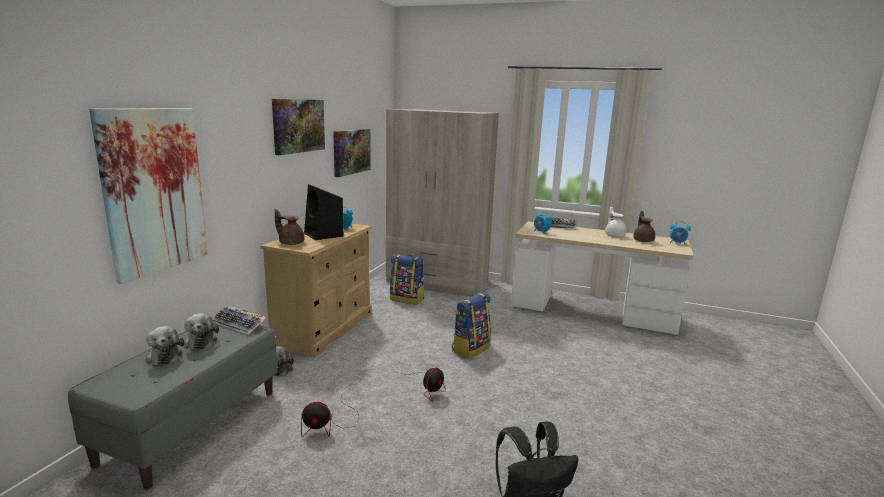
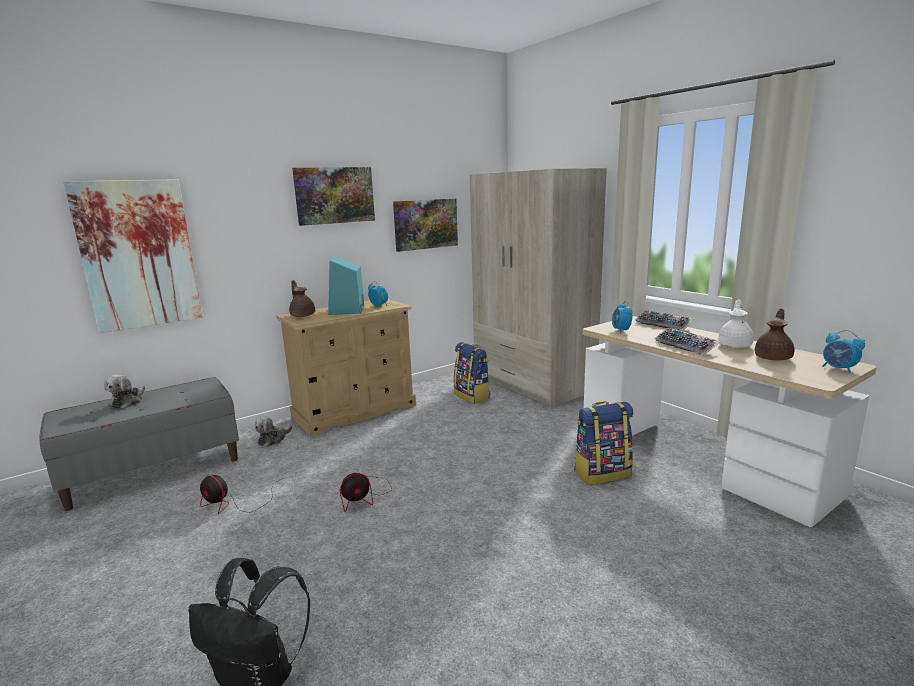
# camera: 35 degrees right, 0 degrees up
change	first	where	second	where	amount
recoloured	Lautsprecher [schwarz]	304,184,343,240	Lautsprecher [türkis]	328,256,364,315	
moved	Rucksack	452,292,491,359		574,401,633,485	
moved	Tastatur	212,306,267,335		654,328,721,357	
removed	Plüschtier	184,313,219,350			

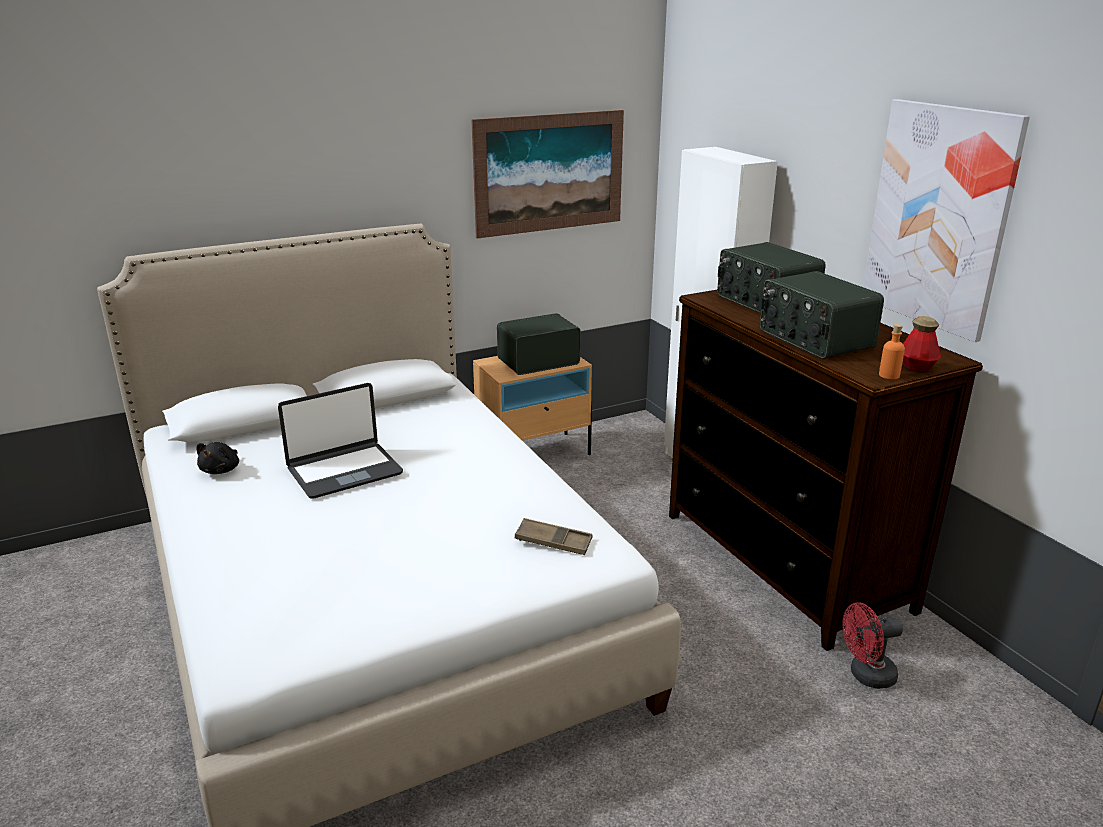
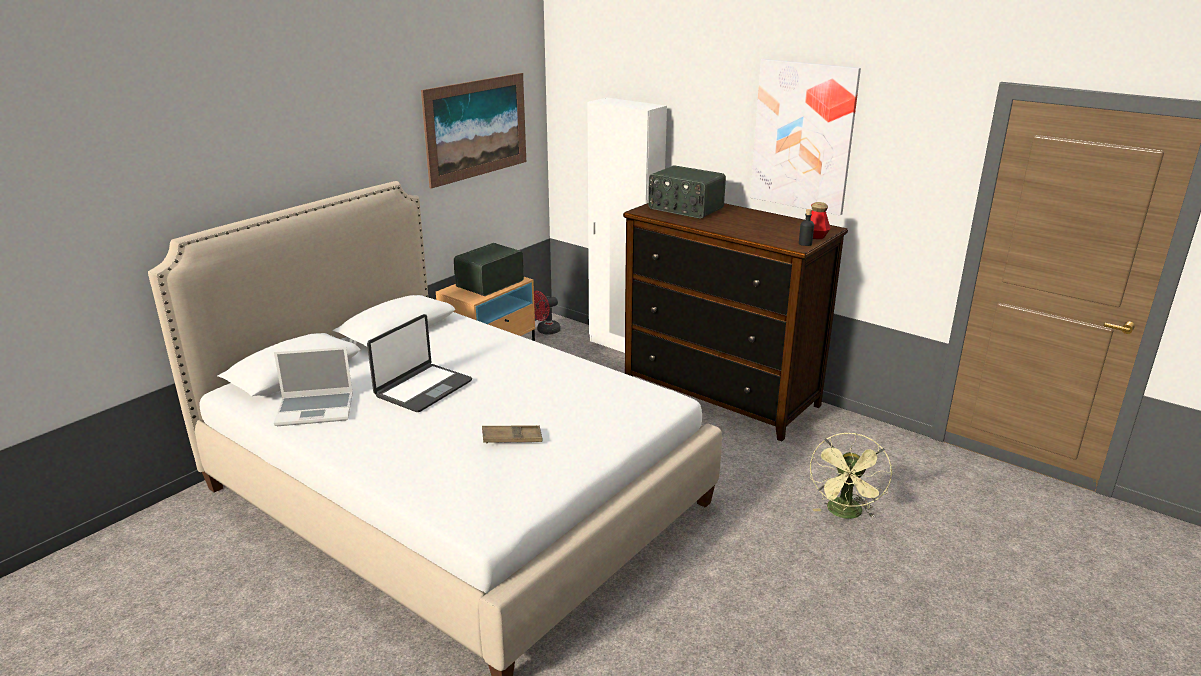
# camera: 25 degrees left, 0 degrees up
change	first	where	second	where	amount
removed	Radio	760,271,884,359			
recoloured	Flasche [orange]	879,324,905,379	Flasche [schwarz]	799,209,814,246	
replaced	Plüschtier [schwarz]	197,442,239,474	Laptop	274,347,353,426	
moved	Tablett [braun]	515,518,592,555		482,425,542,443	
moved	Ventilator [rot]	842,602,903,689		534,291,561,335	
added			Ventilator [grün]	810,433,892,519	

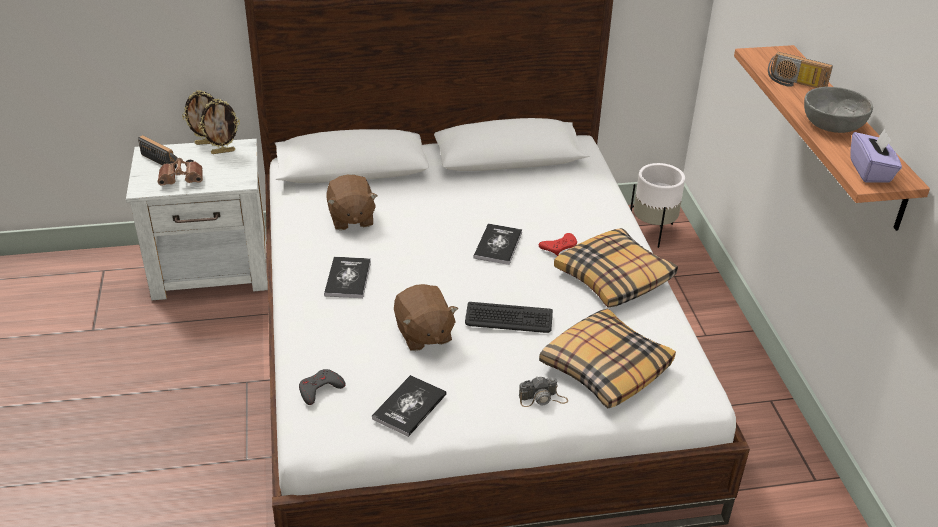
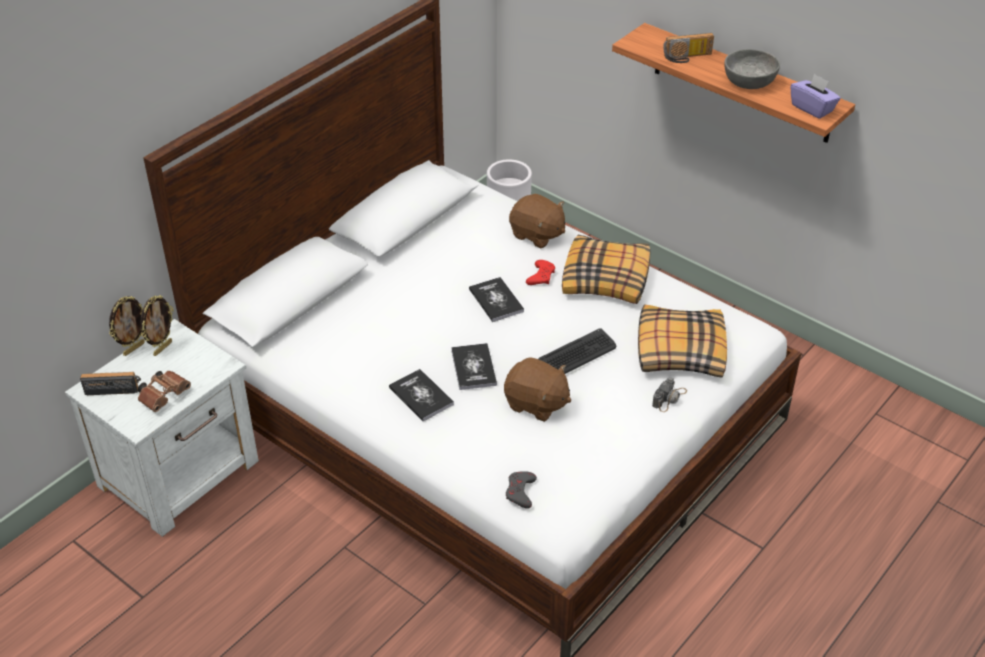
# camera: 40 degrees left, 5 degrees up
change	first	where	second	where	amount
moved	Plüschtier [braun]	326,175,378,230		509,194,565,248	
moved	Buch	372,375,447,437		451,343,497,390	

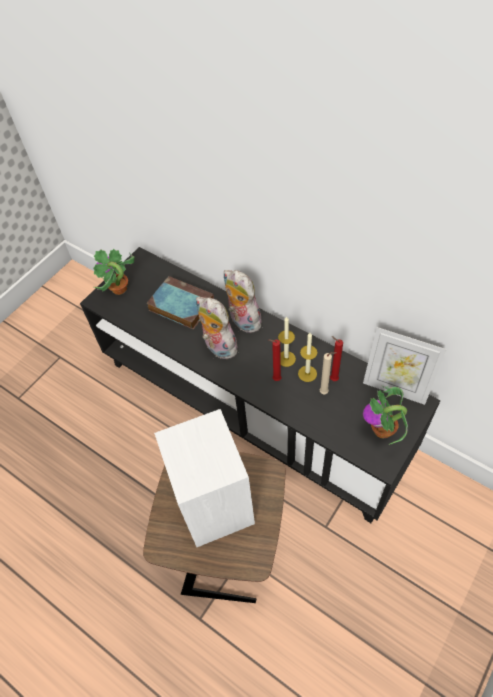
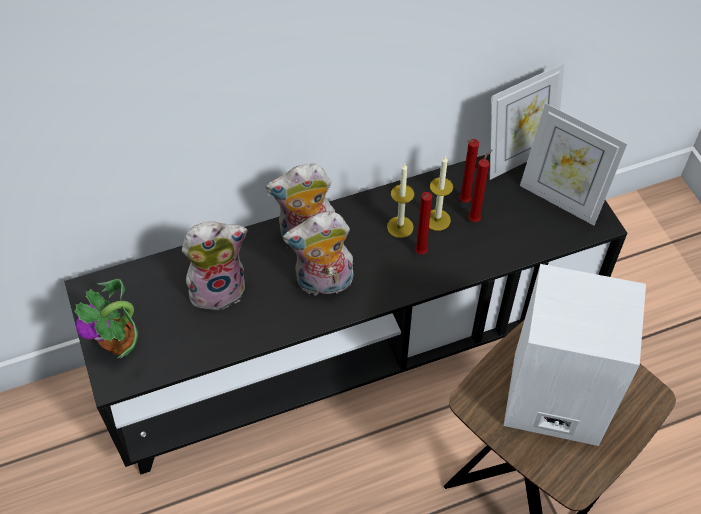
# camera: 60 degrees left, 0 degrees up
change	first	where	second	where	amount
replaced	Buch	147,276,214,330	Plüschtier	182,221,248,311	
recoloured	Kerze [beige]	320,352,337,394	Kerze [rot]	469,149,493,222	
replaced	Topfpflanze	363,386,408,445	Bilderrahmen	520,103,627,225	

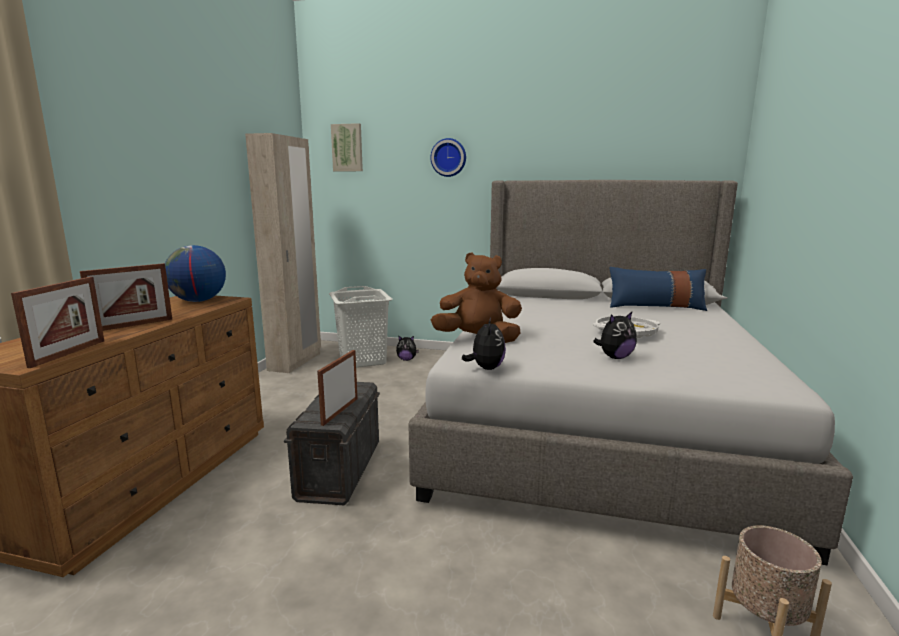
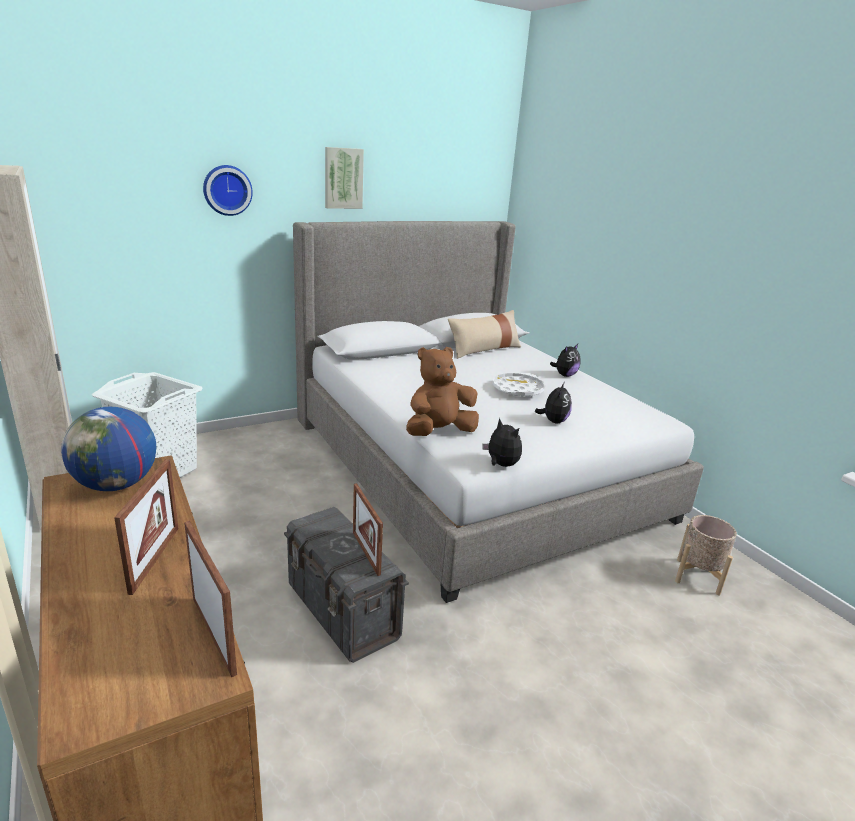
# camera: 45 degrees left, 10 degrees up
change	first	where	second	where	amount
moved	Bild	331,123,363,171		325,147,364,209	
recoloured	Kissen [blau]	610,267,707,311	Kissen [beige]	448,310,521,359	
moved	Plüschtier	396,336,419,361		550,344,581,377	

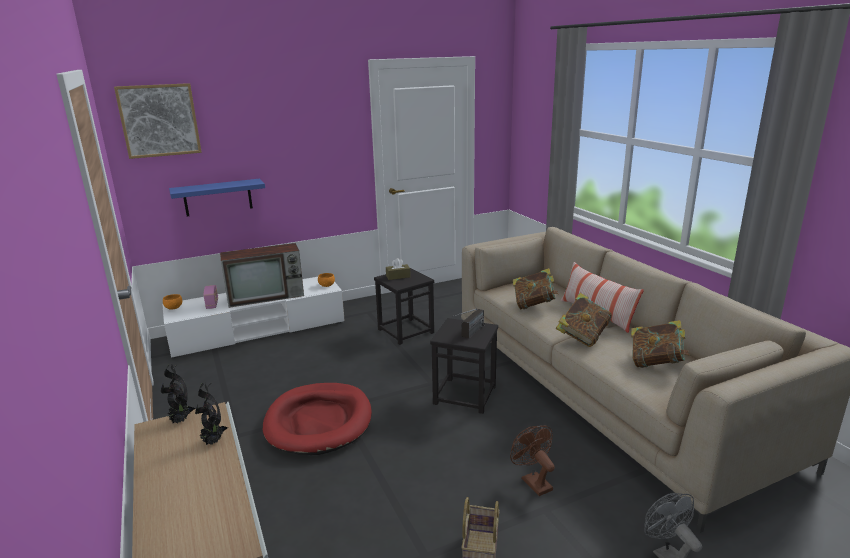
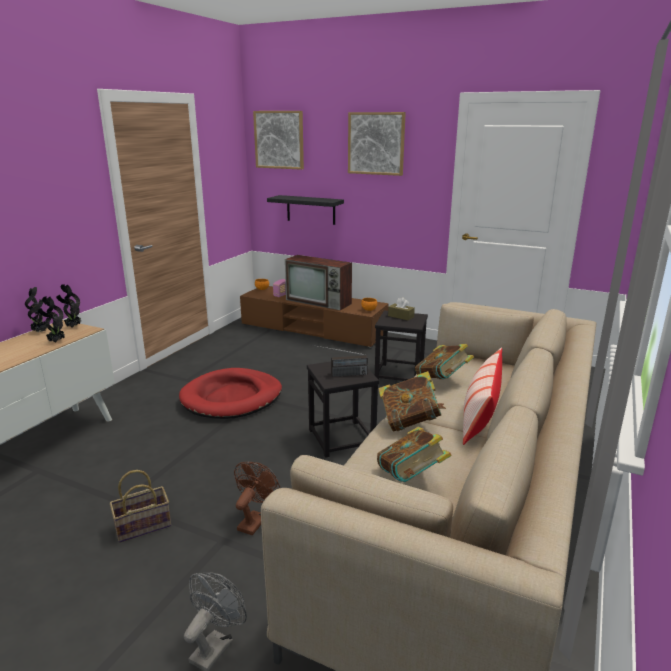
# camera: 50 degrees right, 0 degrees up
change	first	where	second	where	amount
recoloured	Wandregal [blau]	169,179,265,217	Wandregal [schwarz]	267,195,344,225	
recoloured	Fernsehschrank [weiß]	162,277,345,359	Fernsehschrank [braun]	240,286,389,348	
added			Bild	348,112,406,176	
added			Topfpflanze	25,287,47,332	

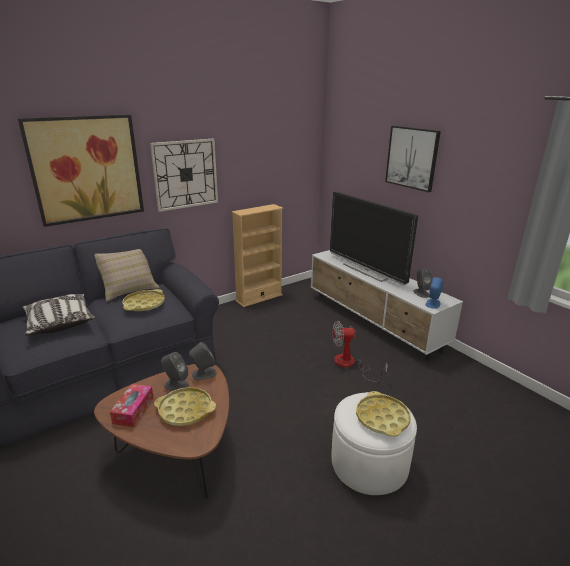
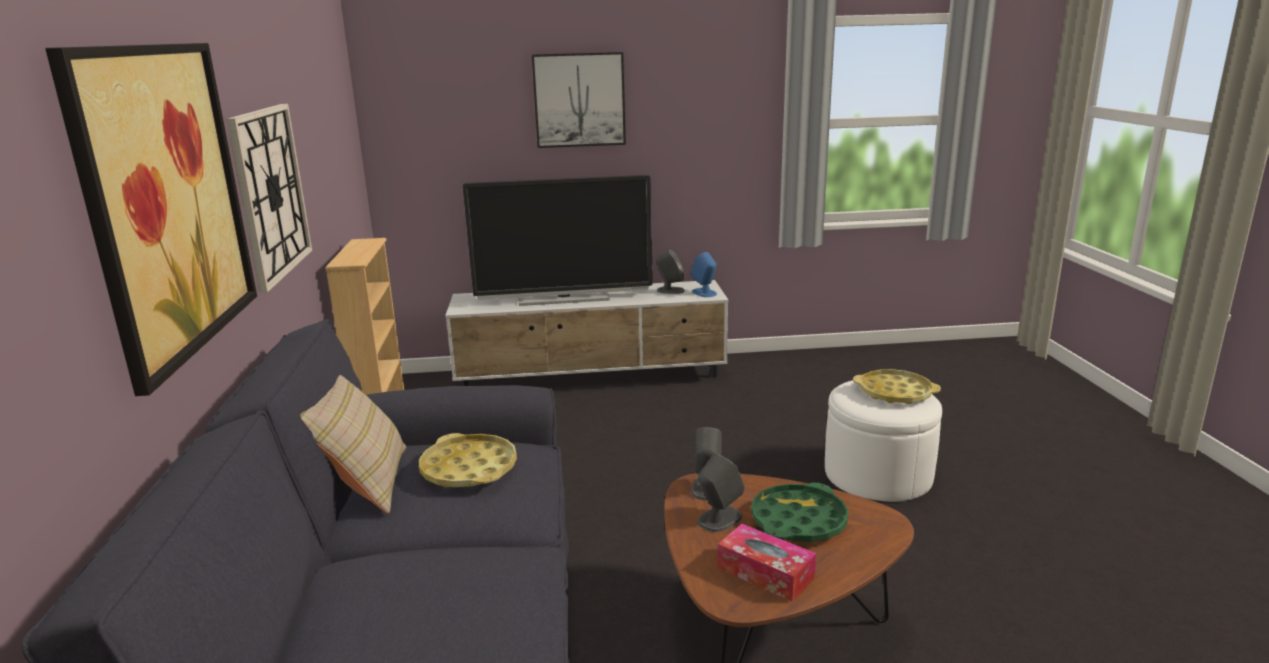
# camera: 60 degrees left, 5 degrees down
change	first	where	second	where	amount
removed	Kissen	22,294,95,336			
removed	Ventilator	333,321,388,382			
recoloured	Tablett [gelb]	154,387,216,426	Tablett [grün]	751,483,848,542	

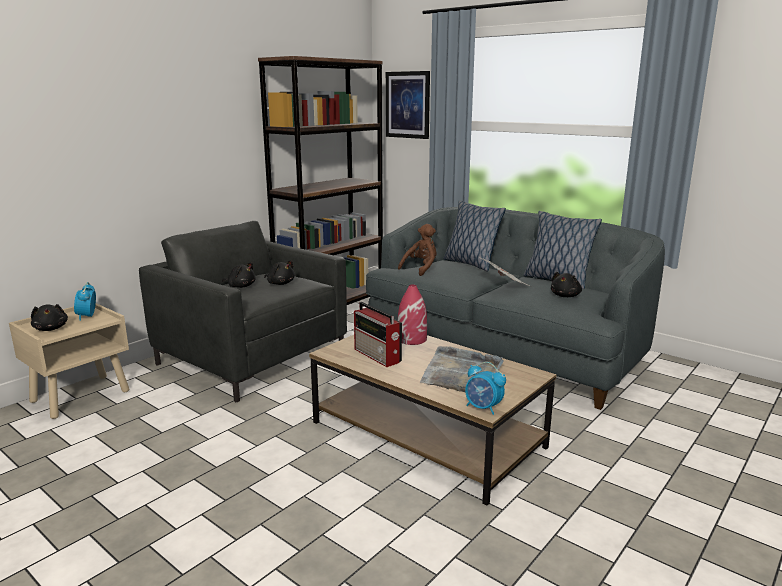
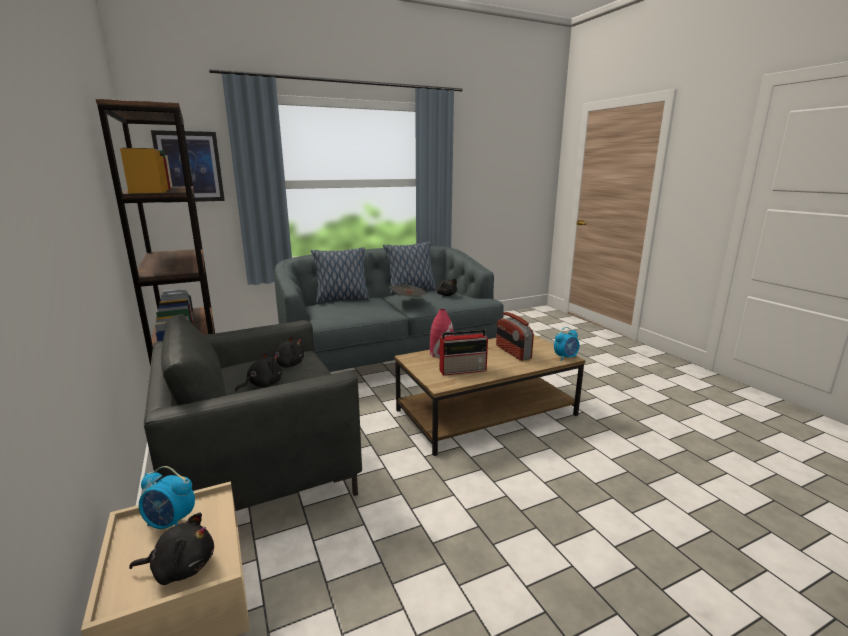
# camera: 65 degrees left, 0 degrees up
change	first	where	second	where	amount
removed	Plüschtier [braun]	398,224,436,276			
replaced	Tablett [grau]	420,346,504,392	Radio	496,312,534,361	

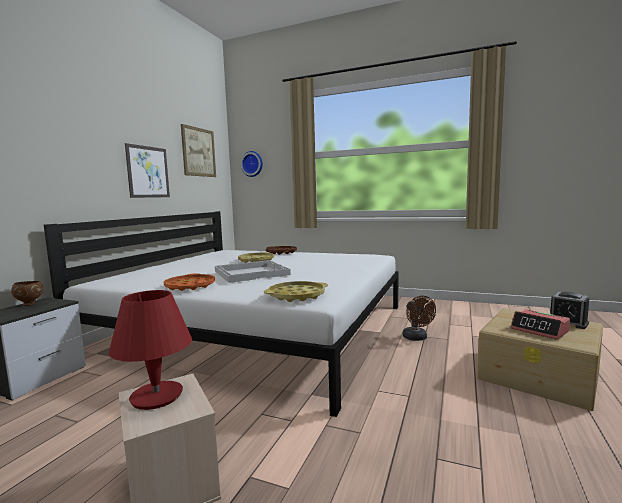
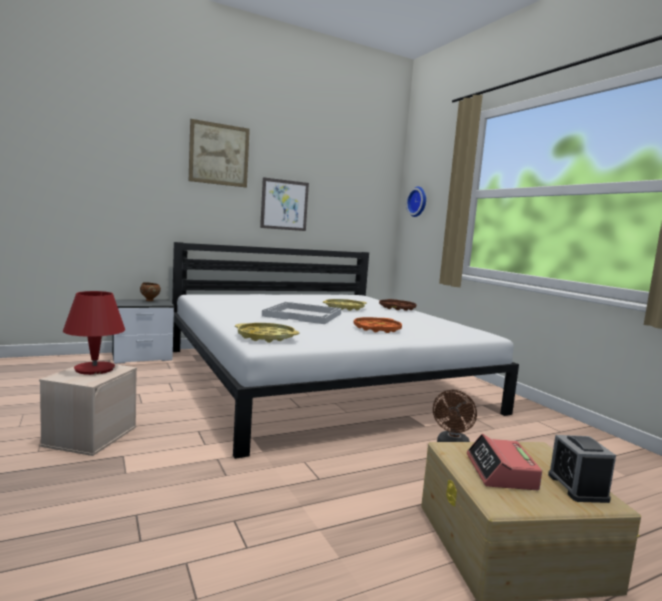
# camera: 40 degrees right, 0 degrees up
change	first	where	second	where	amount
moved	Bild	181,124,216,177		189,119,250,188	
moved	Tablett [orange]	164,273,215,291		354,317,402,333	

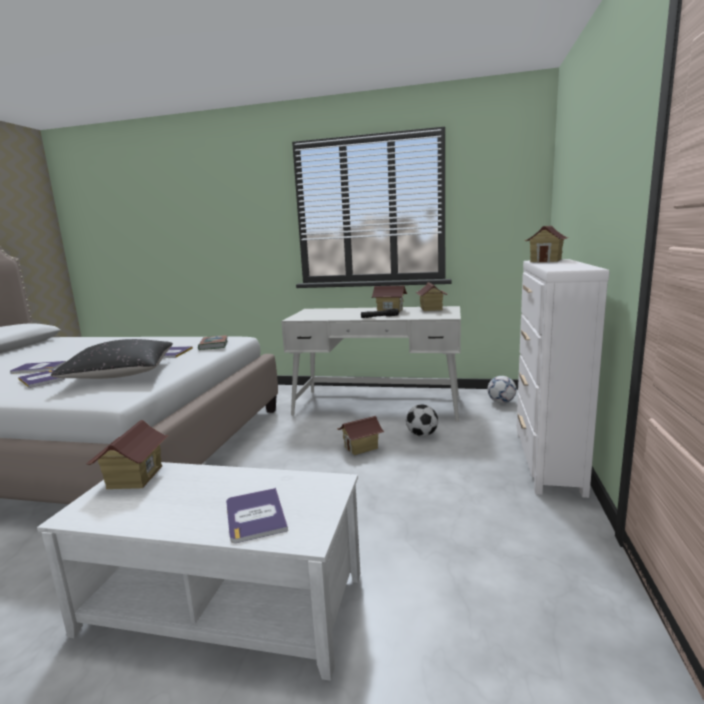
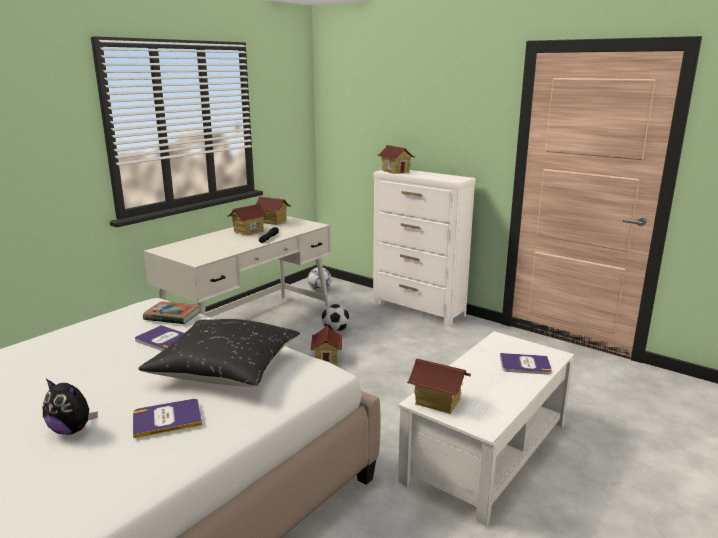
# camera: 65 degrees left, 5 degrees up
change	first	where	second	where	amount
replaced	Buch	10,361,66,374	Plüschtier	43,379,98,435	

